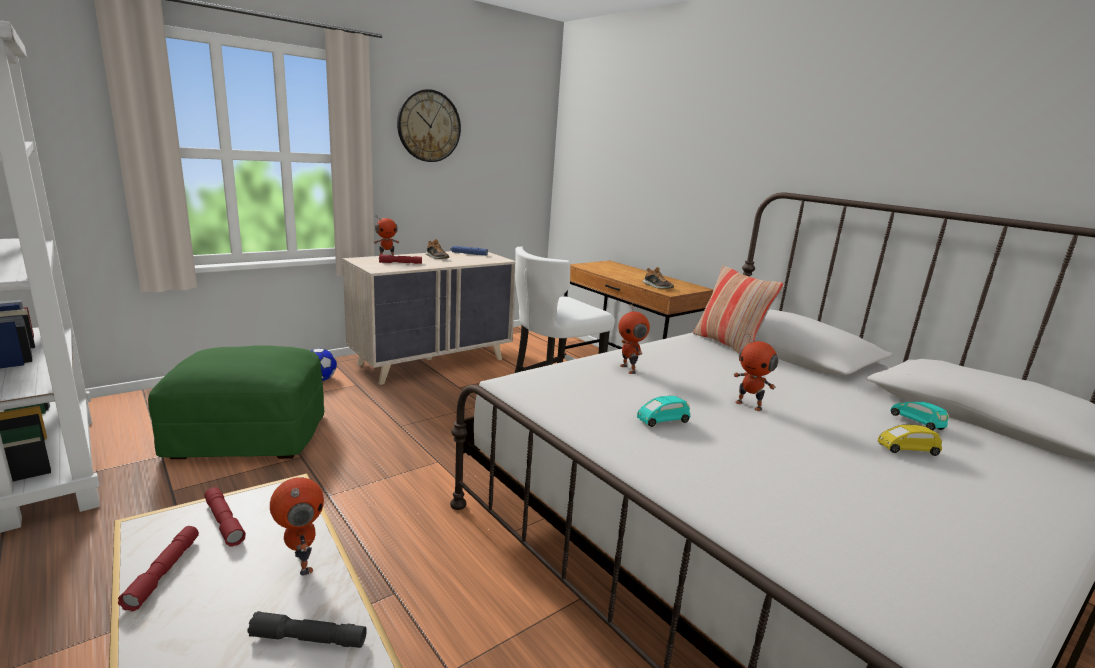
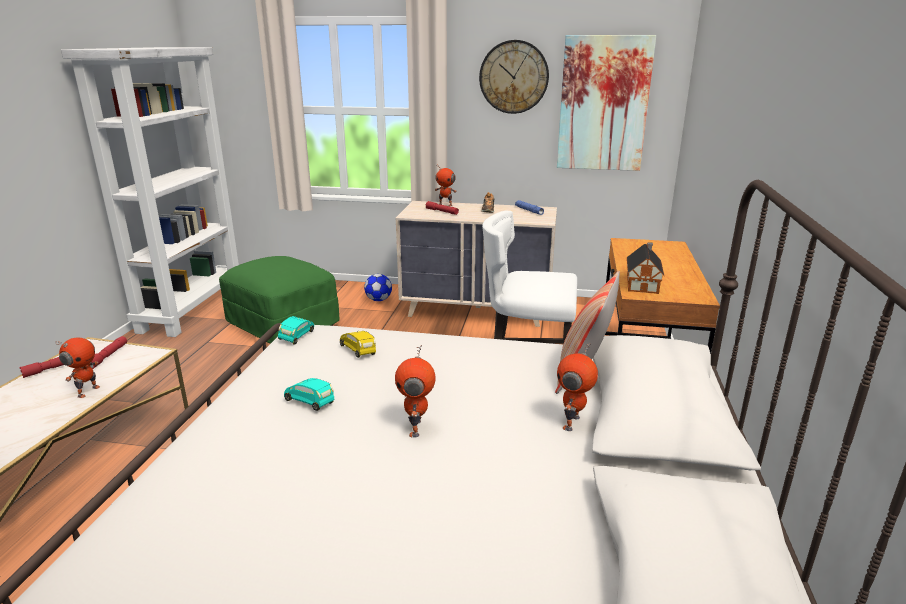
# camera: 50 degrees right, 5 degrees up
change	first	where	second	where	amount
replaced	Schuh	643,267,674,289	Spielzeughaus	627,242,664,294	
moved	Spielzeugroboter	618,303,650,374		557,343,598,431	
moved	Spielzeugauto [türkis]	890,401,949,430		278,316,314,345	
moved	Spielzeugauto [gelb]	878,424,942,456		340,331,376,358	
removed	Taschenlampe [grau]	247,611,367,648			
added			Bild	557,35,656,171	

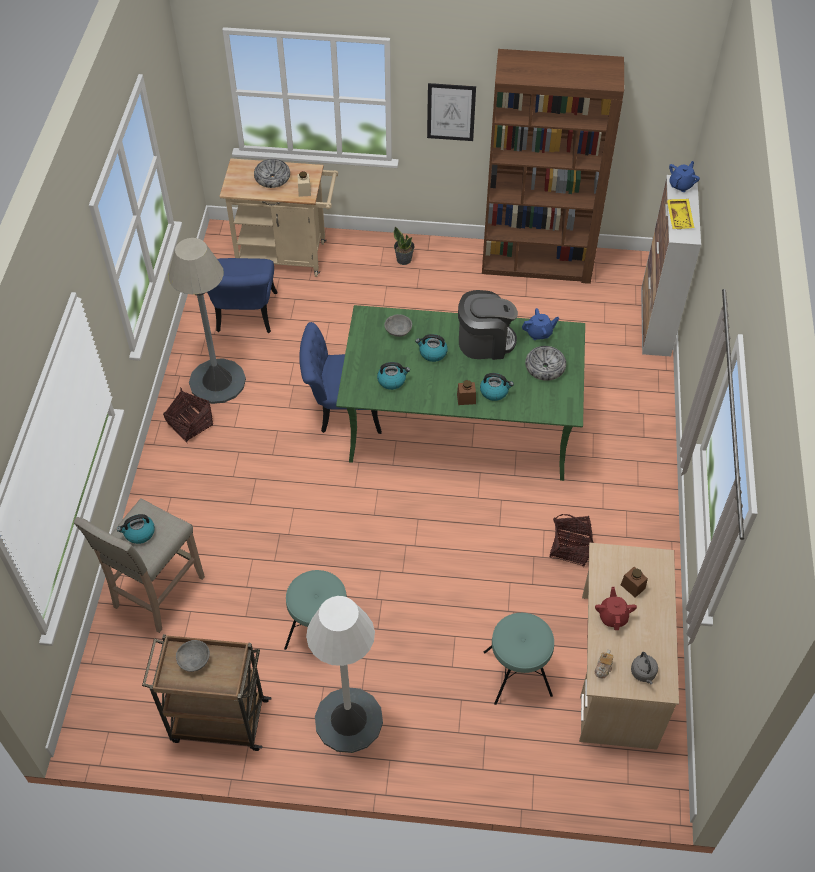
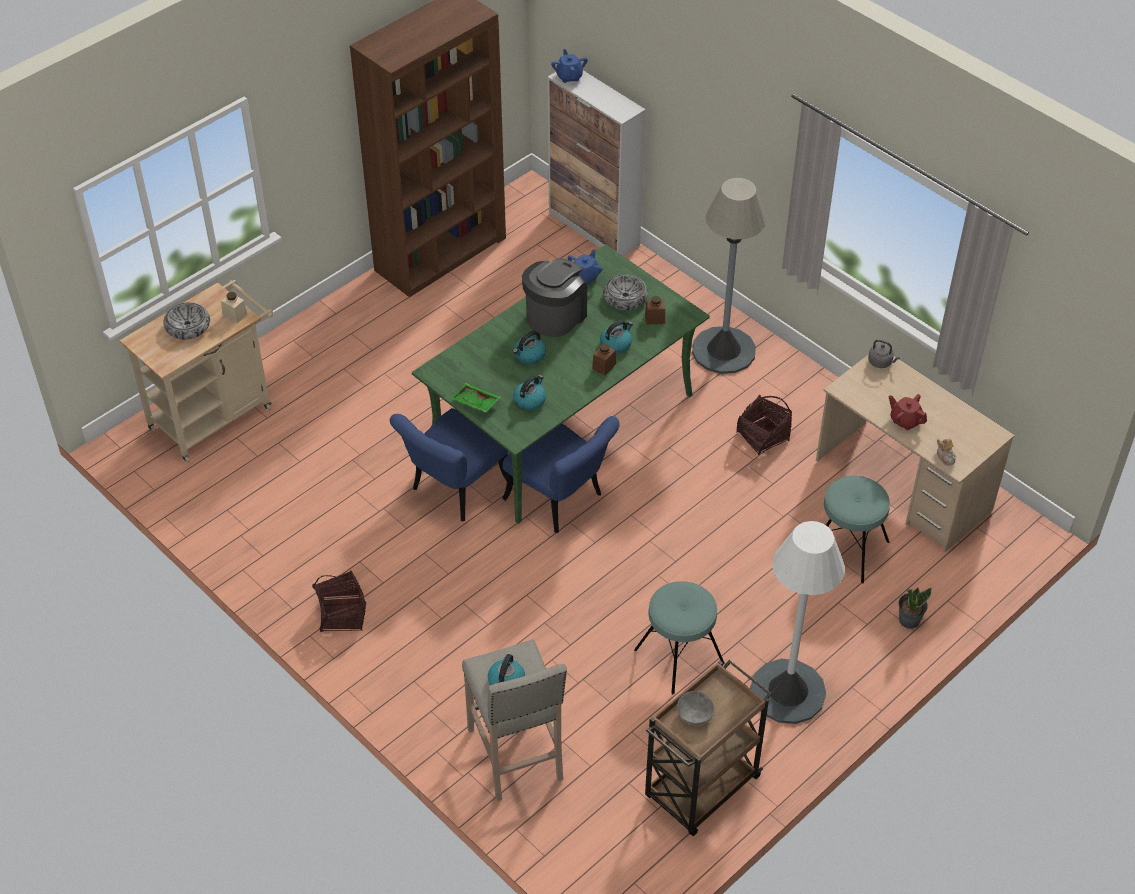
# camera: 50 degrees left, 5 degrees down
change	first	where	second	where	amount
removed	Bild	427,83,476,141			
removed	Tablett [gelb]	667,199,695,229			
moved	Topfpflanze	394,227,414,265		898,587,932,629	
moved	Stehlampe [grau]	169,238,246,404		692,178,766,374	
moved	Stuhl [blau]	207,258,277,333		502,416,620,533	
removed	Schüssel [grau]	384,314,412,337			
moved	Vorratsglas [braun]	621,567,648,598		645,296,665,324	
moved	Wasserkessel [grau]	631,652,658,684		868,340,900,368	
added			Tablett [grün]	451,383,501,412	

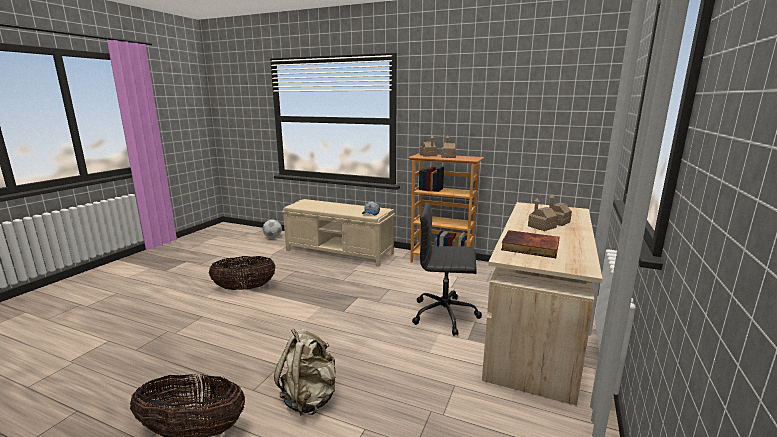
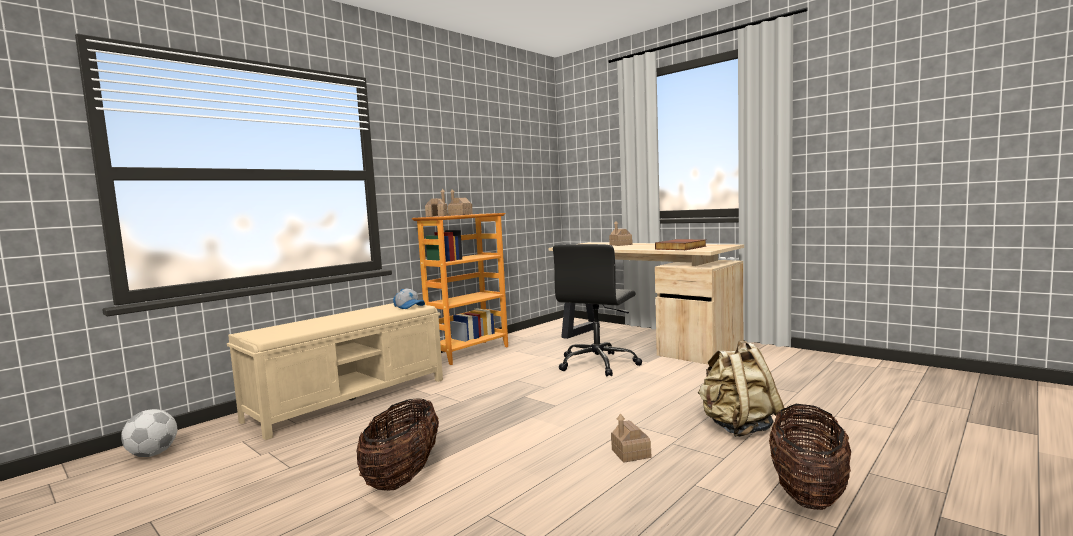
# camera: 70 degrees left, 10 degrees down
change	first	where	second	where	amount
moved	Spielzeughaus	528,198,558,231		611,414,651,463	

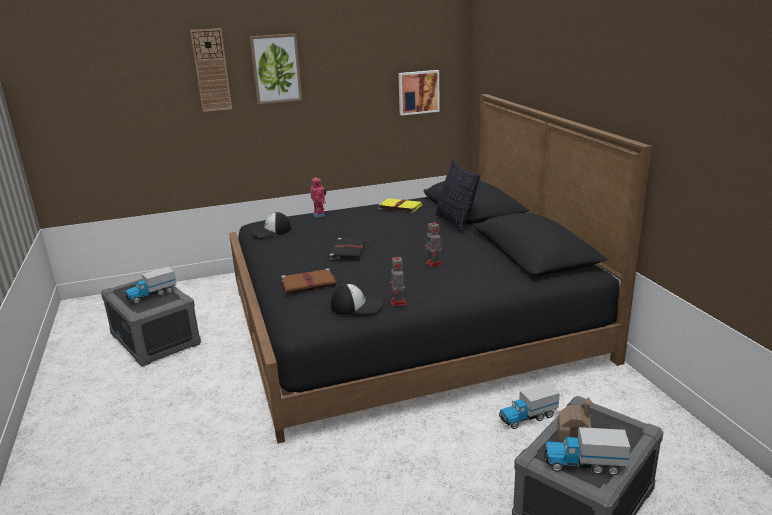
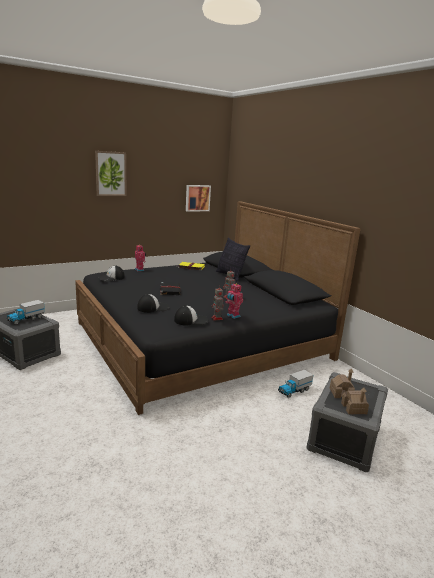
# camera: 15 degrees left, 5 degrees down
change	first	where	second	where	amount
removed	Wanduhr	190,28,232,112			
replaced	Buch [braun]	281,268,336,294	Kappe	137,294,169,313	
replaced	Spielzeuglaster	544,427,630,475	Spielzeughaus	341,388,369,414	
added			Spielzeugroboter	225,283,243,319	

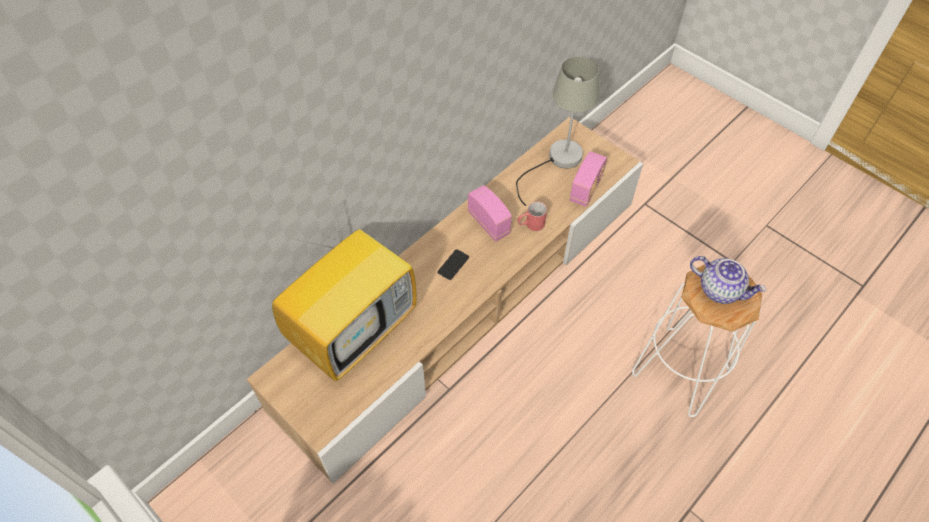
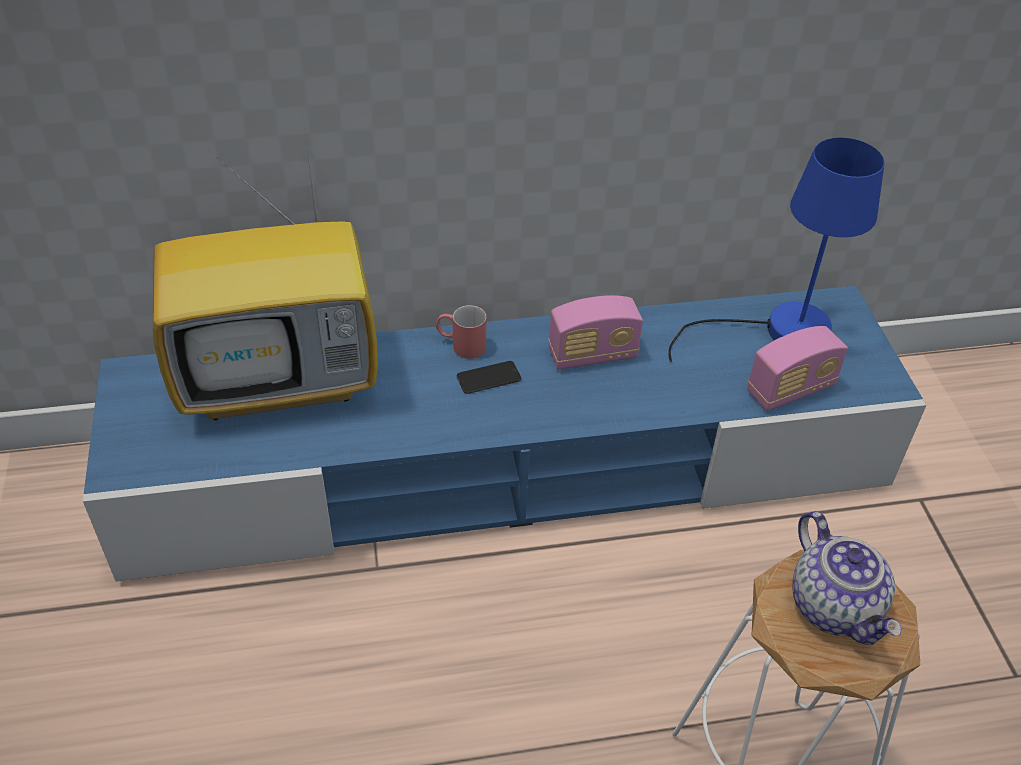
# camera: 35 degrees right, 10 degrees down
change	first	where	second	where	amount
recoloured	Tischlampe [grau]	516,57,599,206	Tischlampe [blau]	668,137,884,362	
recoloured	Fernsehschrank [beige]	247,117,643,484	Fernsehschrank [blau]	83,286,926,581	
turned	Radio	468,185,512,242		549,295,643,370	75 degrees clockwise
moved	Henkelbecher [rot]	517,202,547,231		436,305,487,359	

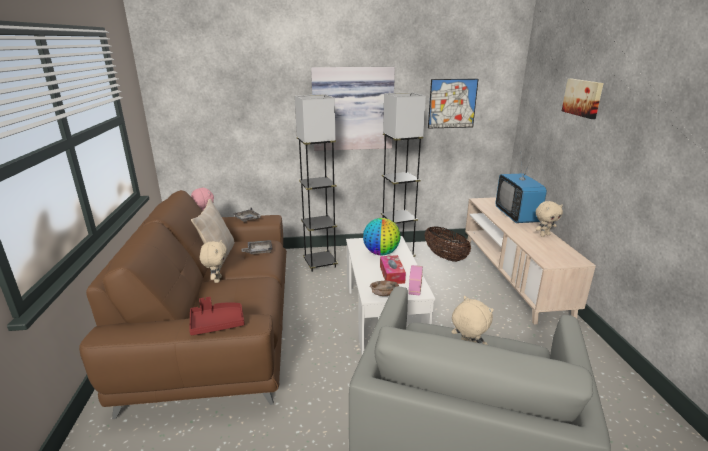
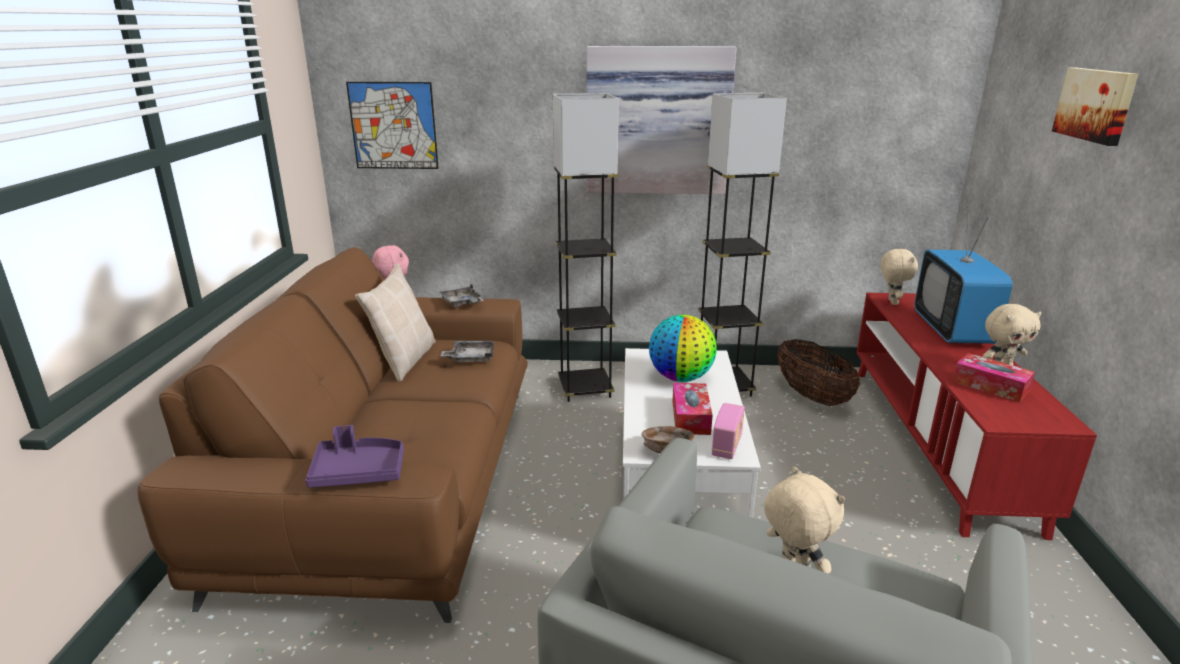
# camera: 10 degrees right, 0 degrees up
change	first	where	second	where	amount
moved	Bild	428,79,478,128		346,82,439,169	
recoloured	Fernsehschrank [beige]	465,197,596,325	Fernsehschrank [rot]	857,293,1097,540	
moved	Plüschtier [beige]	200,240,227,283		880,249,918,305	
recoloured	Tablett [rot]	189,297,244,336	Tablett [lila]	306,425,404,488	
added			Taschentuchbox	953,353,1035,402	

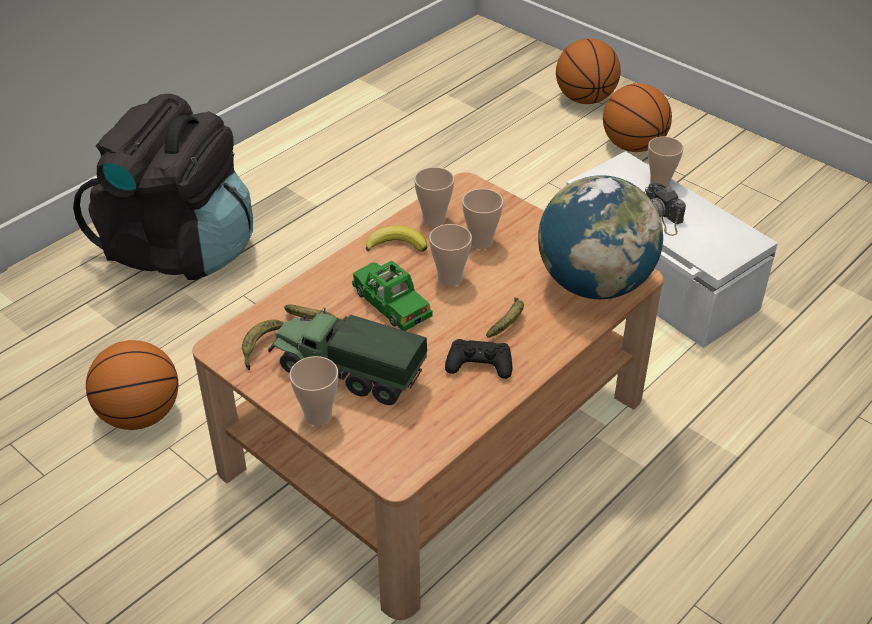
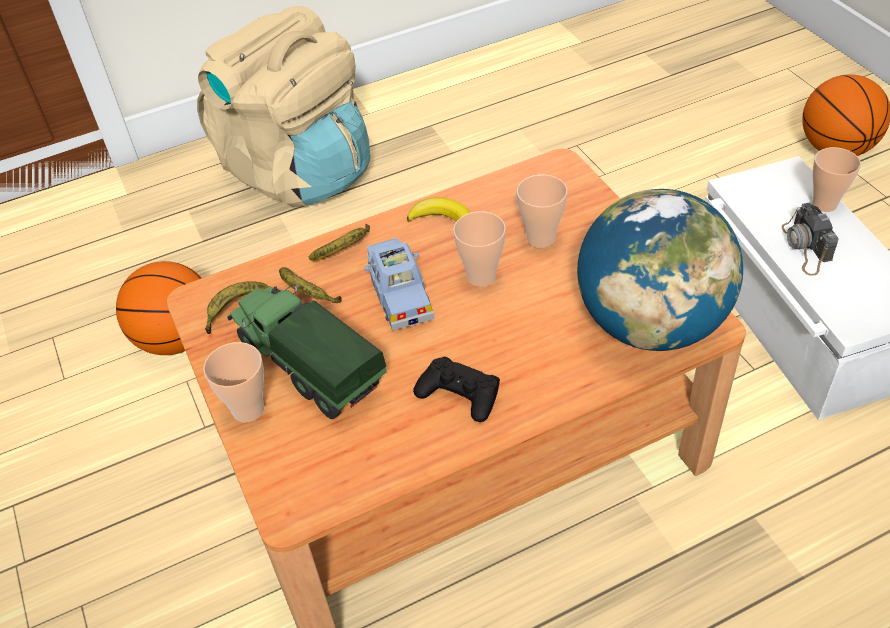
# camera: 25 degrees right, 5 degrees up
change	first	where	second	where	amount
removed	Basketball	556,39,621,104			
recoloured	Rucksack [schwarz]	73,94,253,280	Rucksack [beige]	197,6,370,207	
removed	Tasse	414,167,454,226			
recoloured	Spielzeugauto [grün]	352,260,432,331	Spielzeugauto [blau]	364,238,435,331	
moved	Banane	486,297,524,337		309,224,370,260	

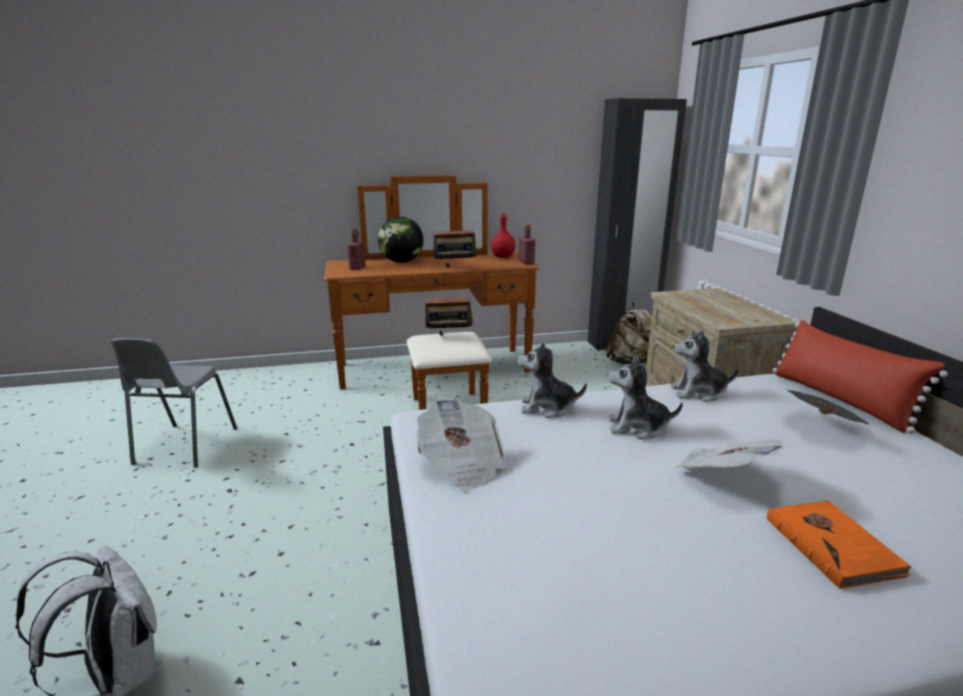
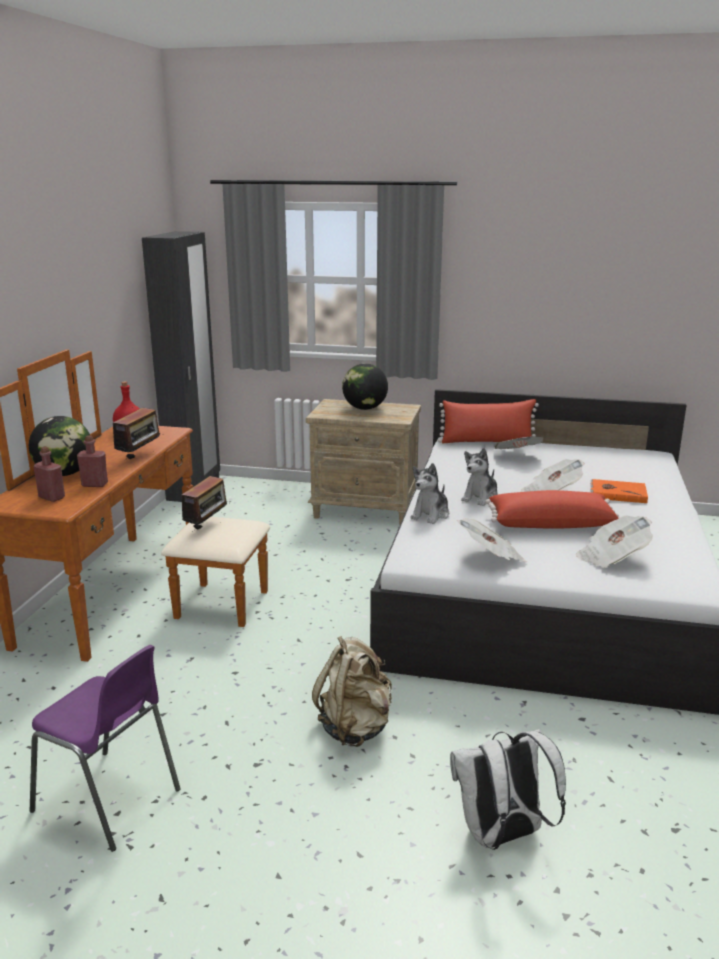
# camera: 65 degrees left, 0 degrees up
change	first	where	second	where	amount
moved	Flasche [rot]	519,225,536,265		77,435,108,487	
moved	Rucksack [beige]	606,302,652,365		312,636,392,747	
removed	Plüschtier	671,330,739,402			
recoloured	Stuhl [grau]	111,338,237,468	Stuhl [lila]	30,645,181,852	
added			Globus	342,364,388,410	
added			Kissen [rot]	485,490,621,529	
added			Zeitung	576,515,653,568	

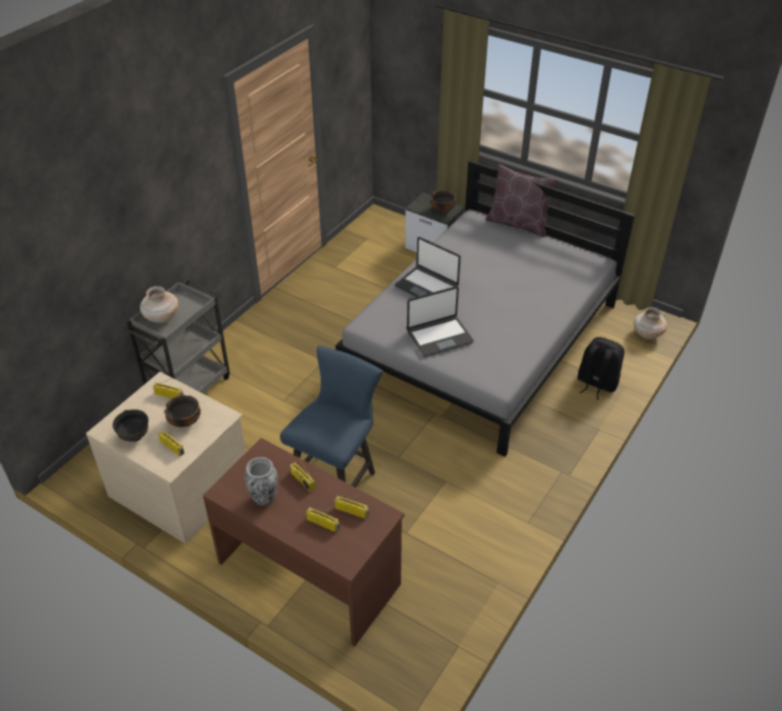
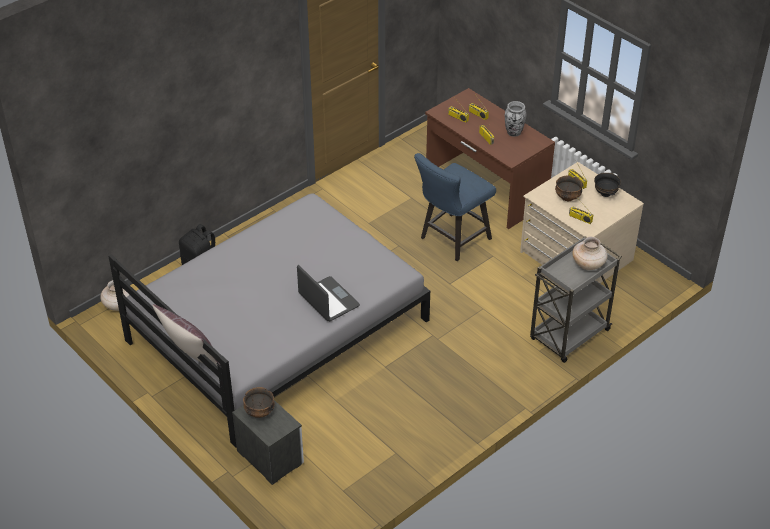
# camera: 165 degrees left, 0 degrees up
change	first	where	second	where	amount
removed	Laptop	407,286,474,357			

